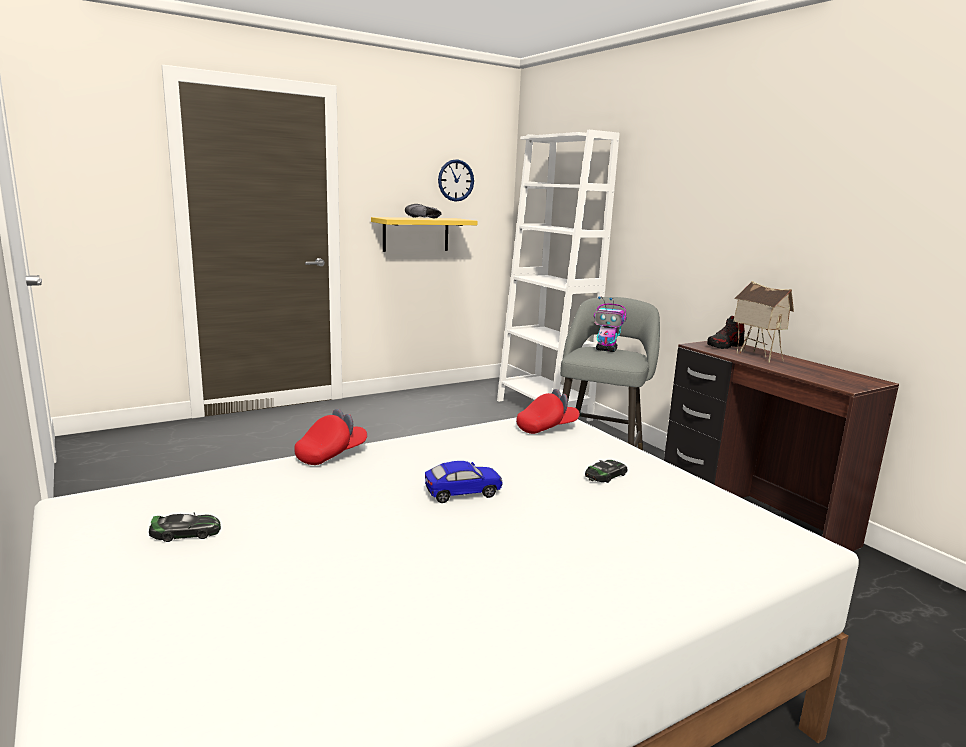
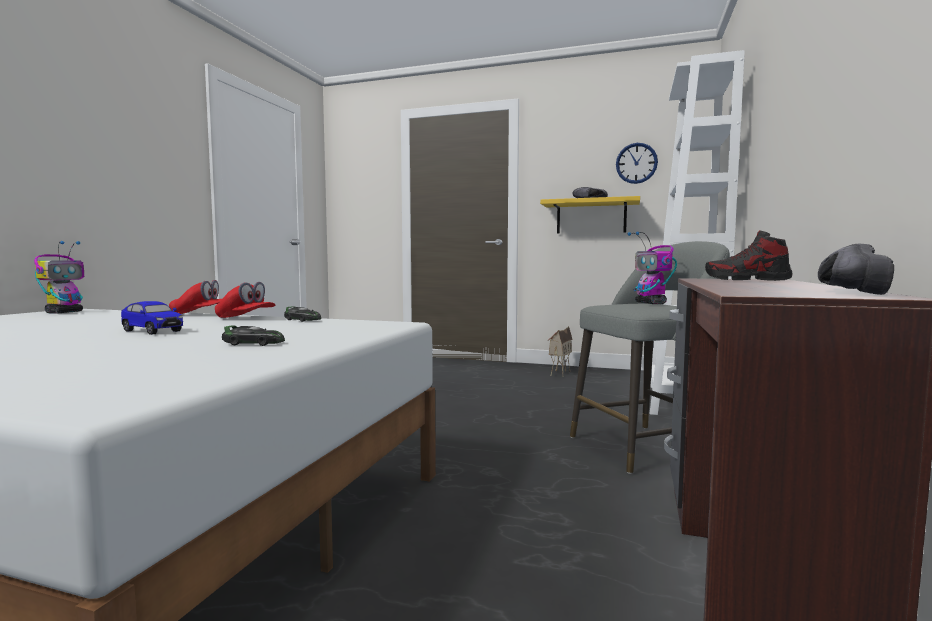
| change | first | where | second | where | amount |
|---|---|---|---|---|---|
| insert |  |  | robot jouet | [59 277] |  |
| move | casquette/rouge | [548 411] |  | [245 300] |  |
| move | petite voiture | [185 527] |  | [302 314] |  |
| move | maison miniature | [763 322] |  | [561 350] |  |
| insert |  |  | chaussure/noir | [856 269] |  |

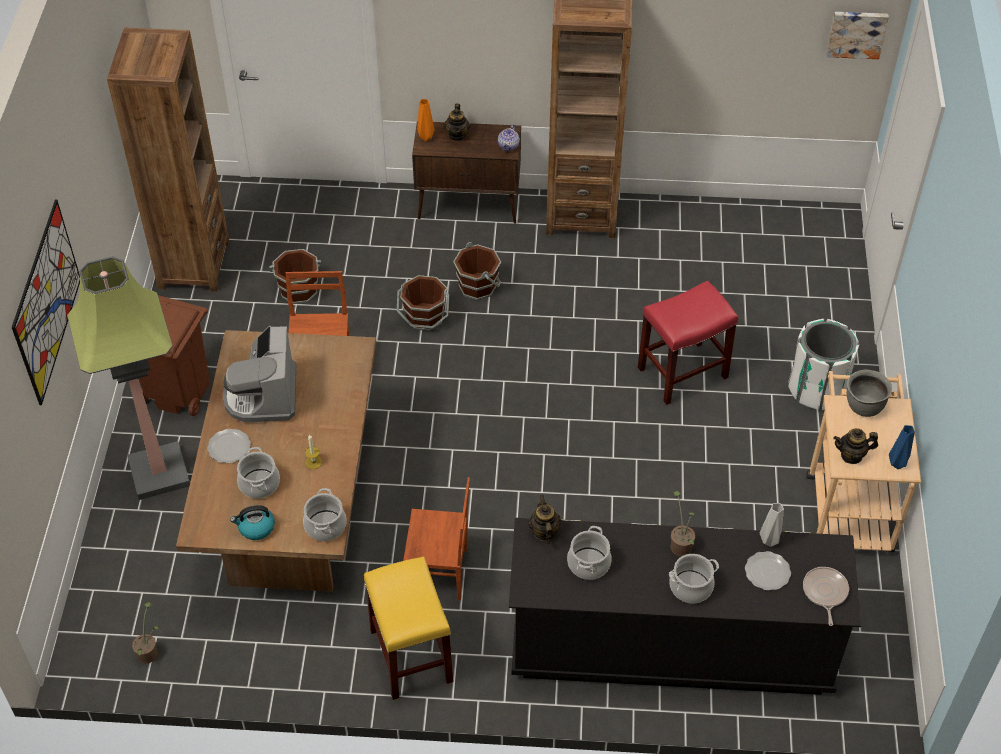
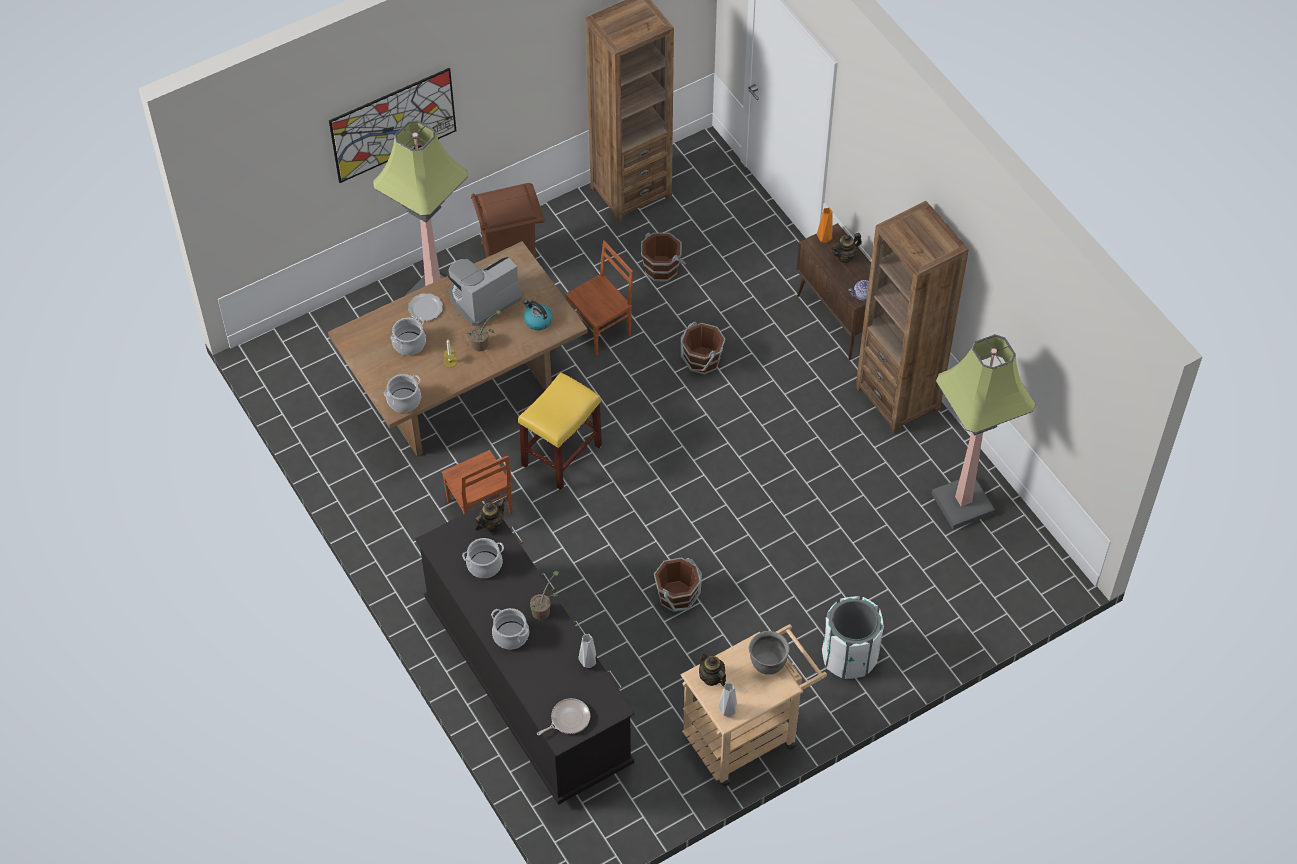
| change | first | where | second | where | amount |
|---|---|---|---|---|---|
| move | plante en pot | [146 632] |  | [484 330] |  |
| move | tabouret/jaune | [408 628] |  | [560 431] |  |
| move | bouilloire | [252 522] |  | [538 315] |  |
| move | seau/marron | [477 271] |  | [678 585] |  |
| recolor | vase/bleu | [902 447] | vase/gris | [727 700] |  |
| insert |  |  | lampadaire | [983 432] |  |
| delete | tabouret/rouge | [688 342] |  |  |  |
| delete | assiette | [768 571] |  |  |  |
| delete | tableau | [857 35] |  |  |  |

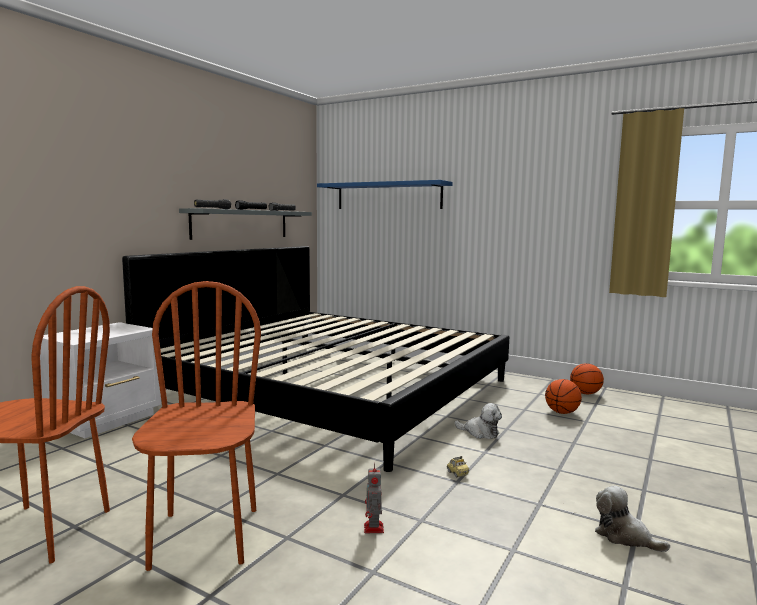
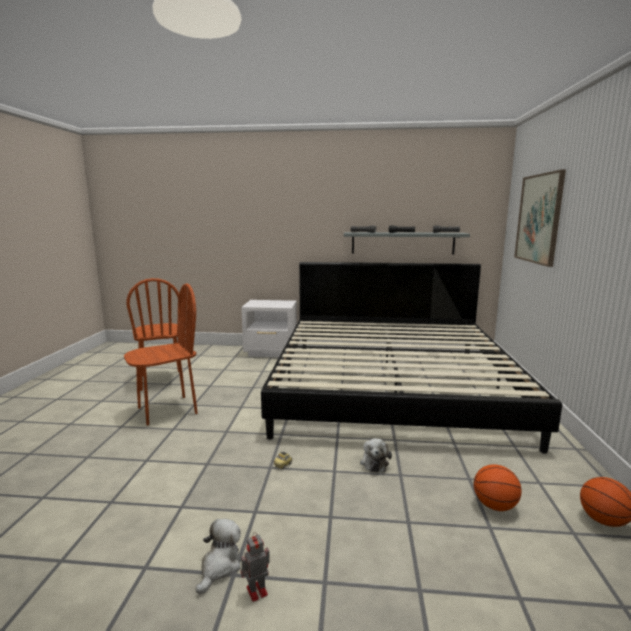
| change | first | where | second | where | amount |
|---|---|---|---|---|---|
| move | robot jouet | [374 498] |  | [255 567] |  |
| replace | étagère/bleu | [385 194] | tableau | [540 218] |  |

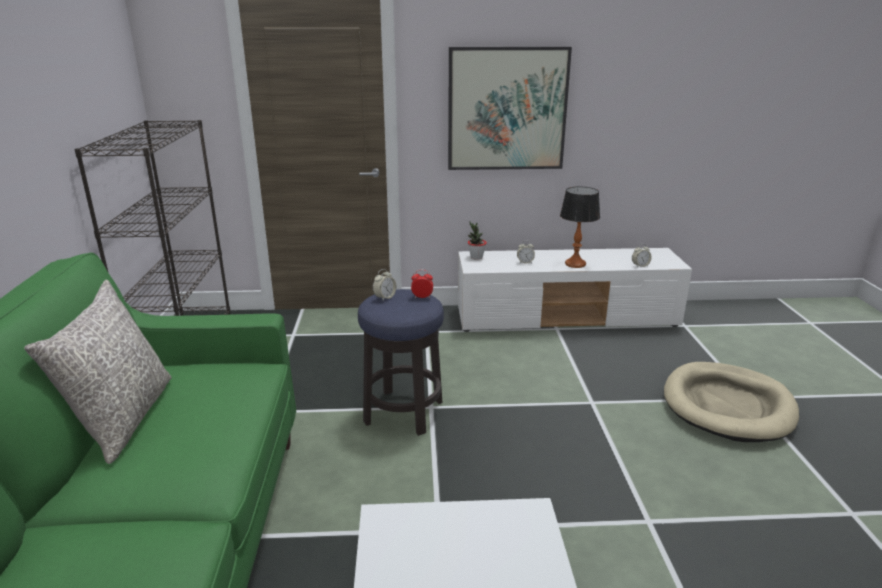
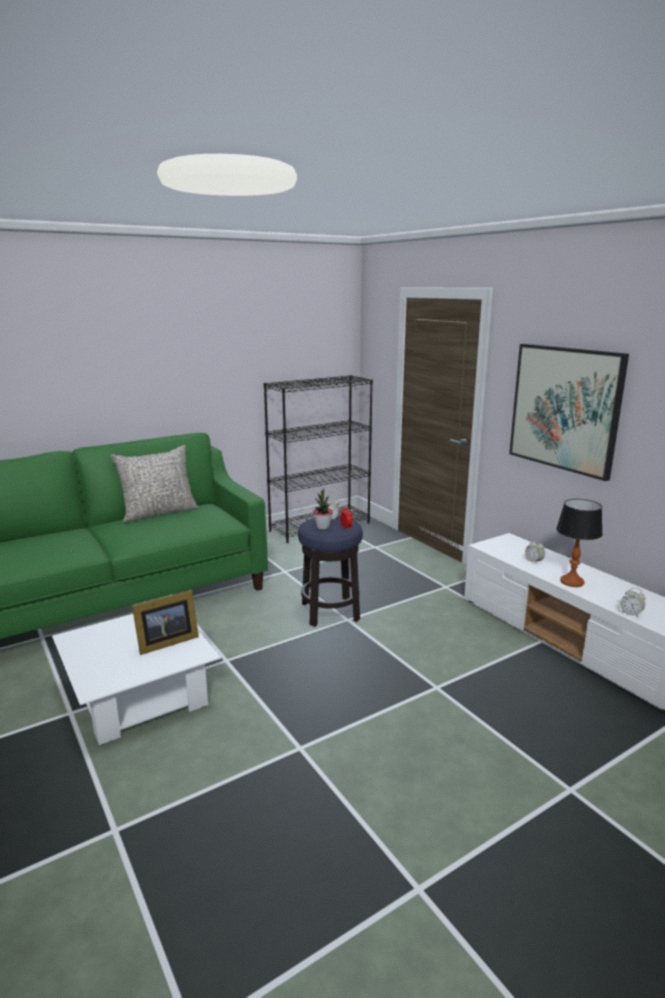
| change | first | where | second | where | amount |
|---|---|---|---|---|---|
| insert |  |  | cadre photo | [165 622] |  |
| move | plante en pot | [477 241] |  | [323 508] |  |
| delete | panier pour chien/beige | [731 402] |  |  |  |

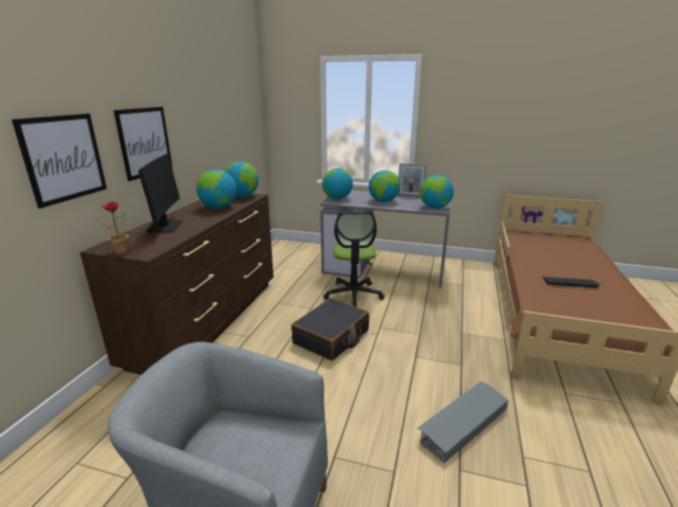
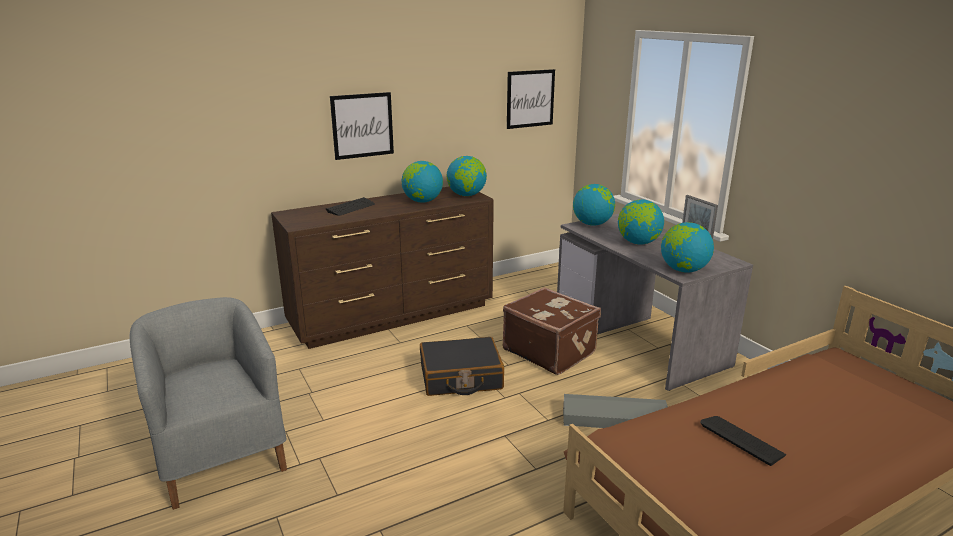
| change | first | where | second | where | amount |
|---|---|---|---|---|---|
| replace | écran d'ordinateur | [160 193] | clavier | [350 206] |  |
| replace | chaise de bureau | [354 259] | valise/marron | [552 331] |  |
| move | tableau | [59 161] |  | [531 99] |  |
| move | boîte de rangement/gris | [463 422] |  | [615 411] |  |
| delete | plante en pot | [111 228] |  |  |  |

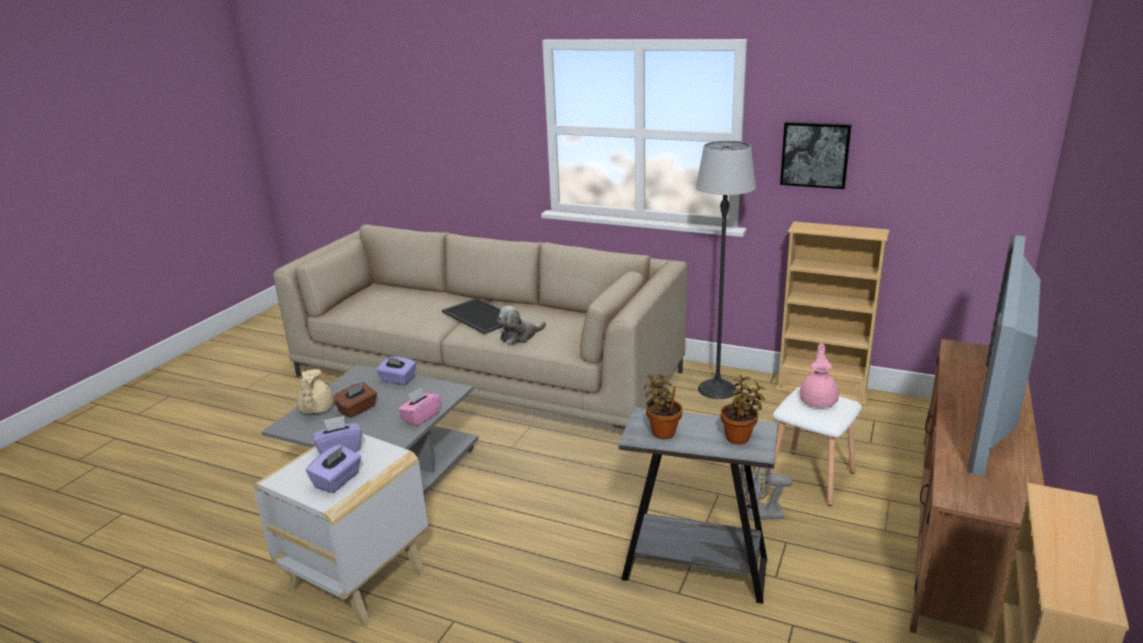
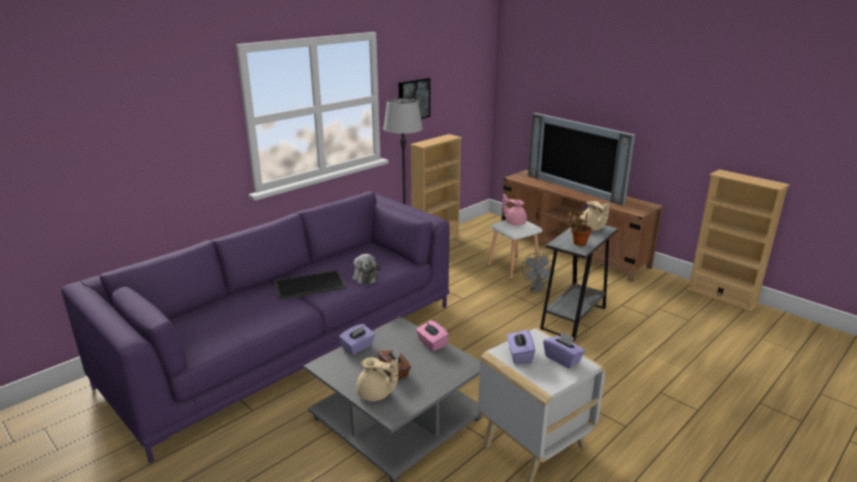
| change | first | where | second | where | amount |
|---|---|---|---|---|---|
| recolor | canapé/beige | [480 327] | canapé/violet | [255 327] |  |
| replace | plante en pot | [743 409] | théière/beige | [594 216] |  |

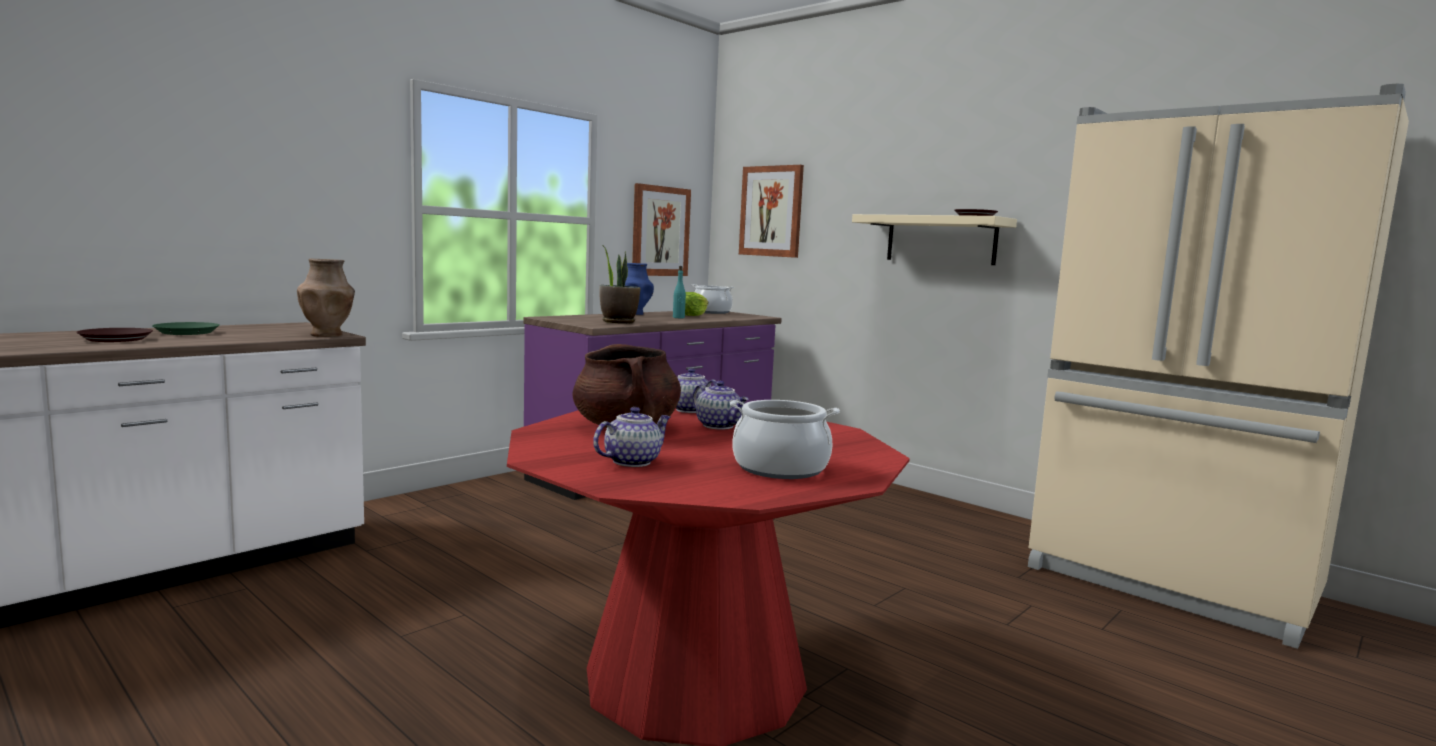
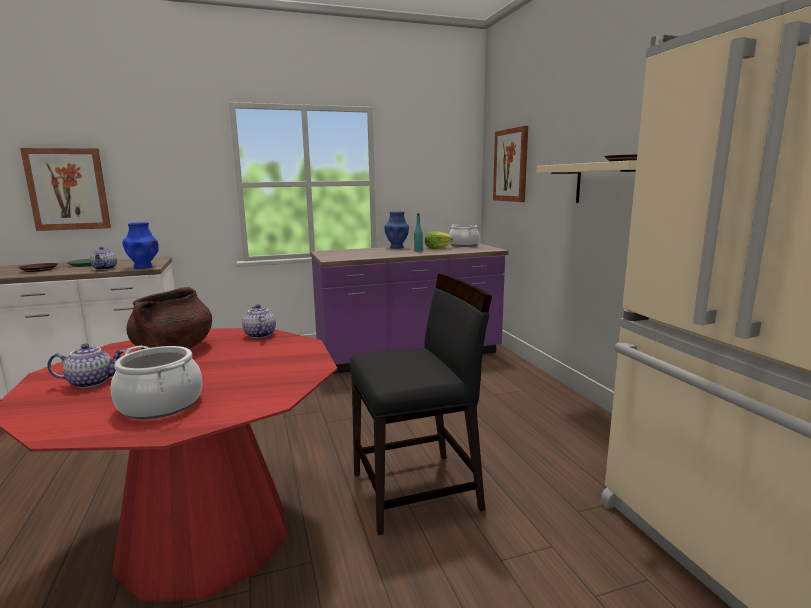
| change | first | where | second | where | amount |
|---|---|---|---|---|---|
| move | tableau | [661 229] |  | [65 189] |  |
| move | théière | [720 405] |  | [103 258] |  |
| recolor | vase/marron | [326 298] | vase/bleu | [140 245] |  |
| insert |  |  | chaise/noir | [421 404] |  |
| delete | plante en pot | [619 285] |  |  |  |

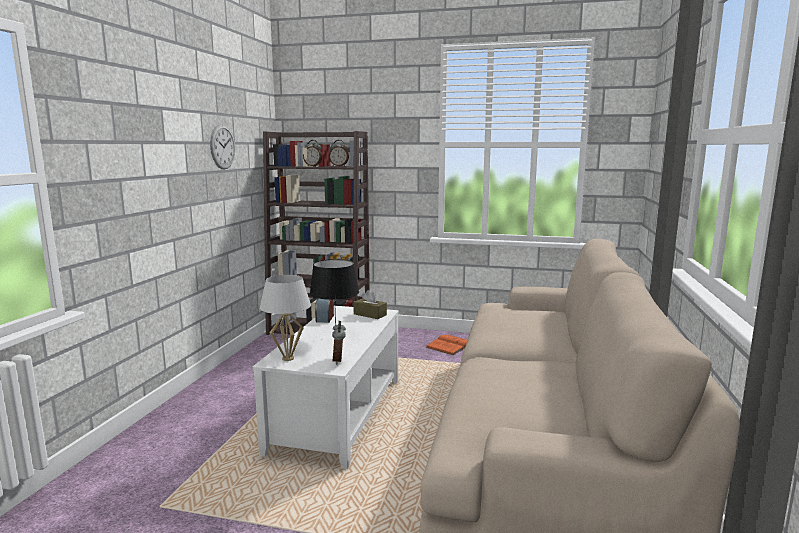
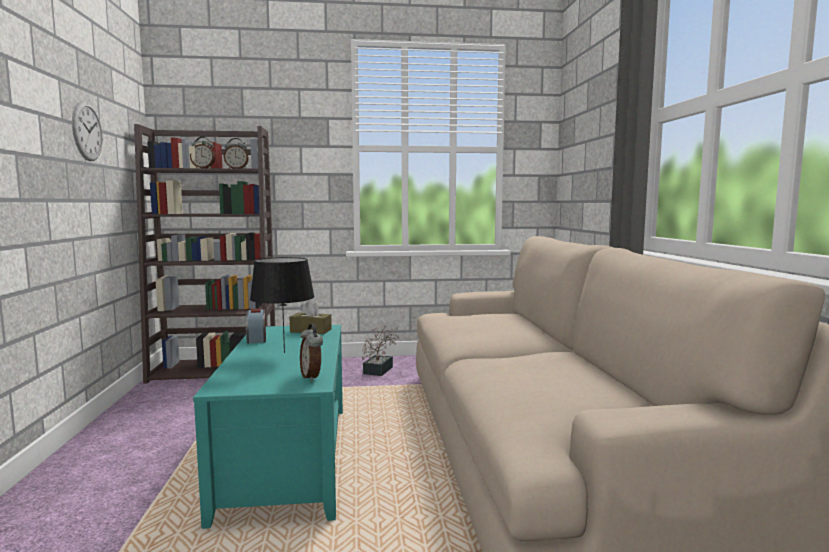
| change | first | where | second | where | amount |
|---|---|---|---|---|---|
| recolor | table basse/blanc | [326 387] | table basse/turquoise | [268 427] |  |
| replace | livre/orange | [446 345] | plante en pot | [380 350] |  |
| delete | lampe de table/blanc | [285 318] |  |  |  |

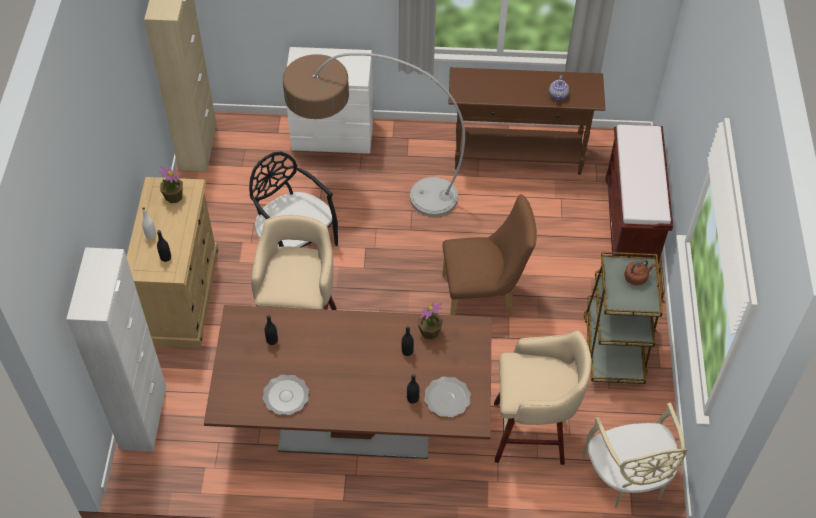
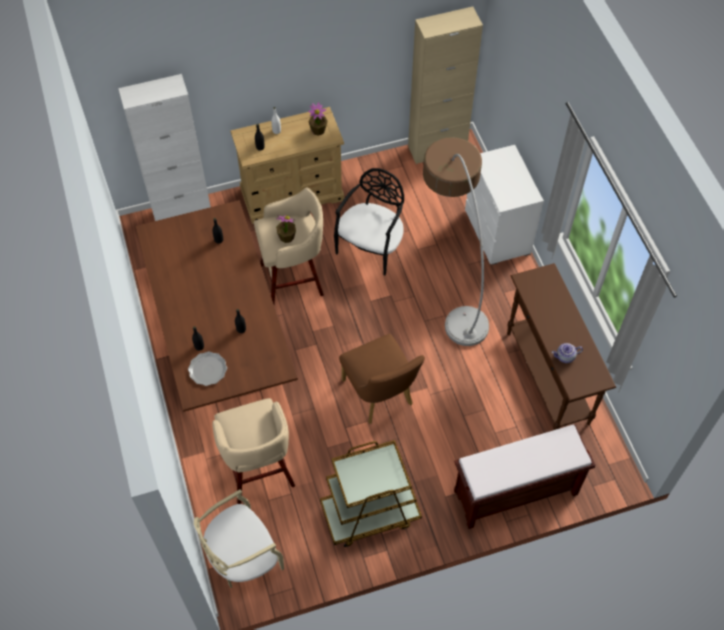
| change | first | where | second | where | amount |
|---|---|---|---|---|---|
| move | plante en pot | [430 321] |  | [286 229] |  |
| delete | assiette | [285 395] |  |  |  |
| delete | bouilloire/marron | [640 272] |  |  |  |

